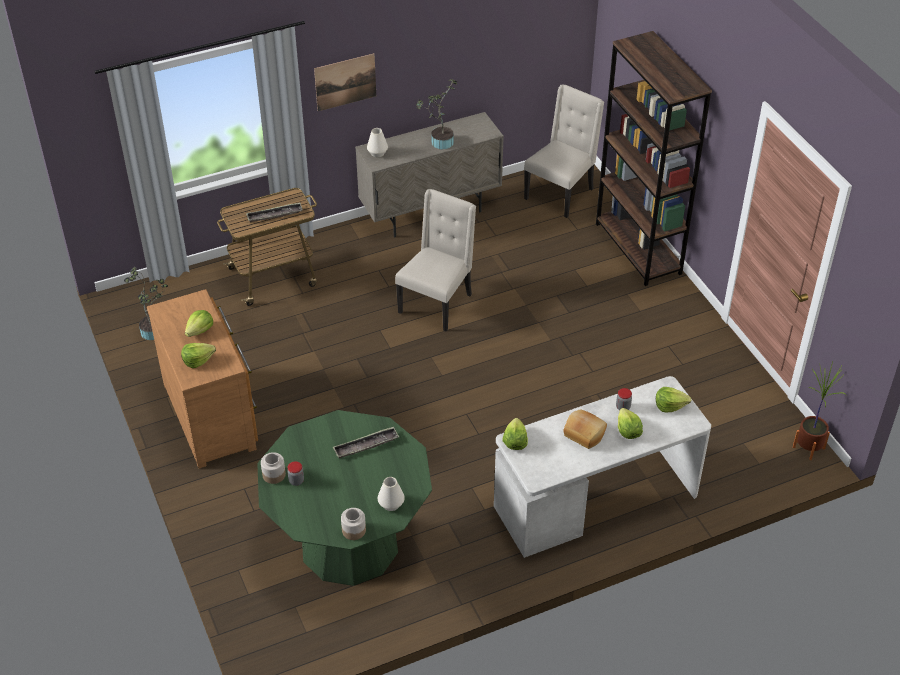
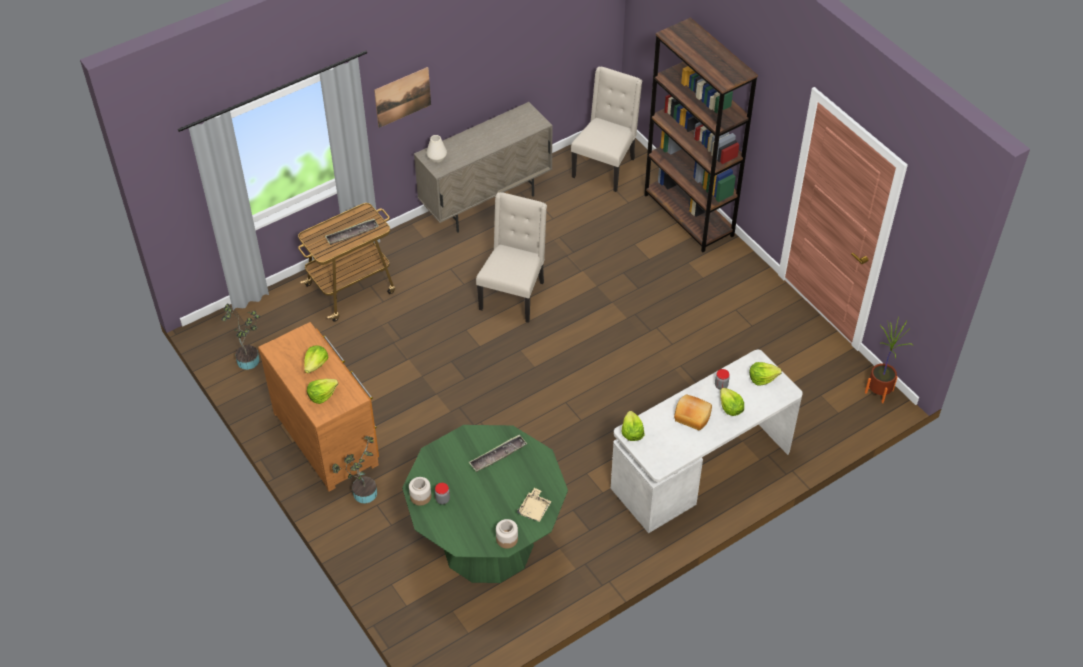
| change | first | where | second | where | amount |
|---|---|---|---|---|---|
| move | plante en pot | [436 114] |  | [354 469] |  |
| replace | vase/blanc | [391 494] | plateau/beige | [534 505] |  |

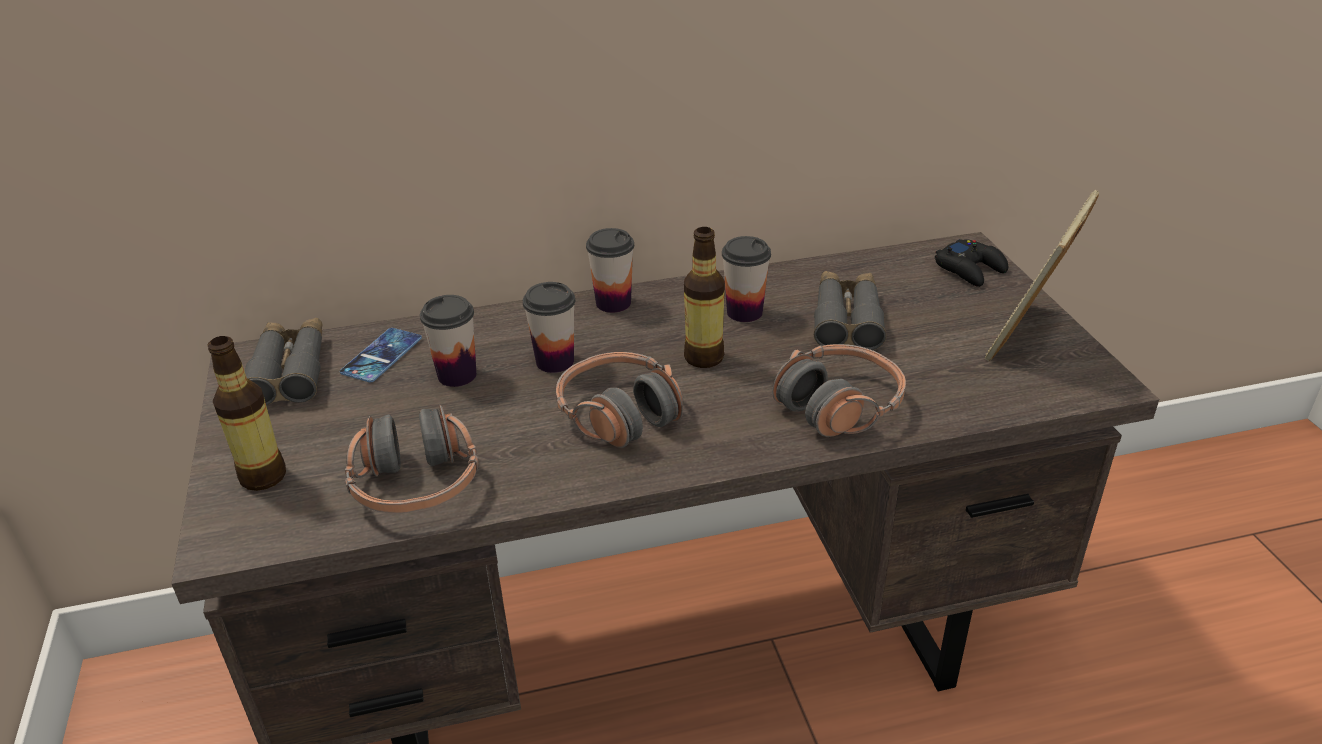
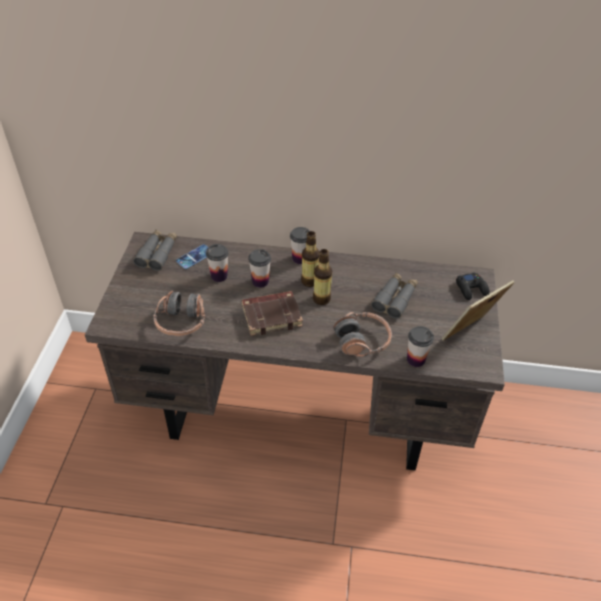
| change | first | where | second | where | amount |
|---|---|---|---|---|---|
| replace | casque audio | [619 400] | livre/marron | [272 313] |  |
| move | bouteille | [246 413] |  | [310 259] |  |
| move | tasse | [746 279] |  | [420 346] |  |

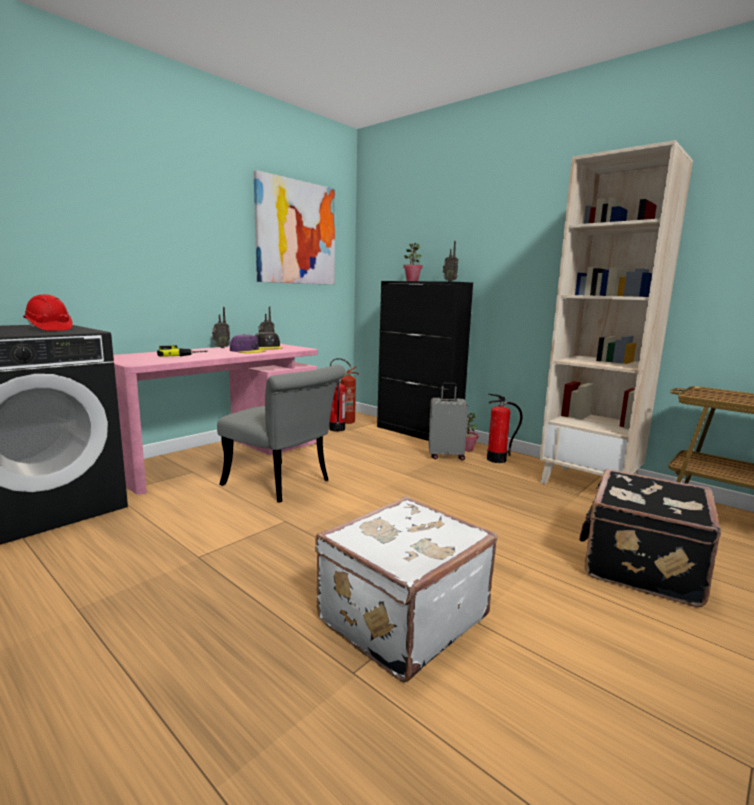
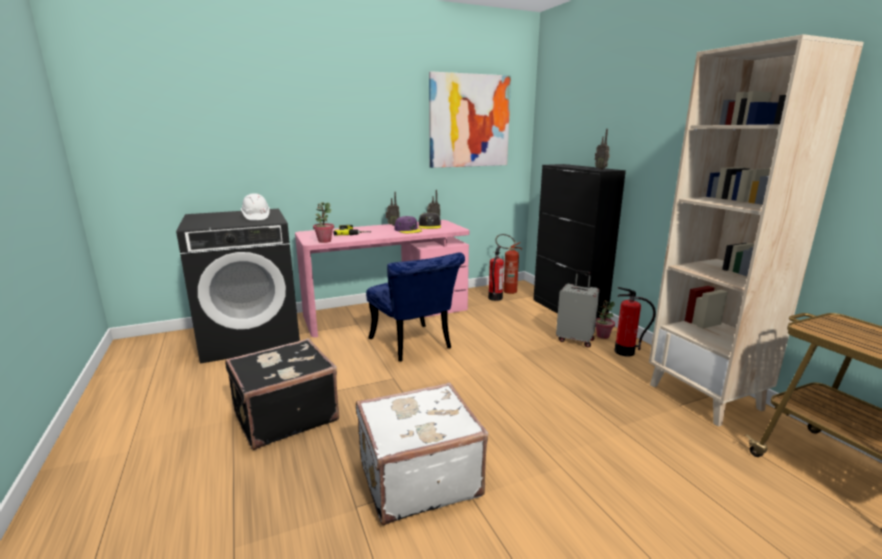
| change | first | where | second | where | amount |
|---|---|---|---|---|---|
| move | valise/noir | [650 538] |  | [282 394] |  |
| recolor | casque de chantier/rouge | [48 312] | casque de chantier/blanc | [255 206] |  |
| move | plante en pot | [413 262] |  | [323 222] |  |
| recolor | chaise/gris | [281 434] | chaise/bleu | [415 307] |  |

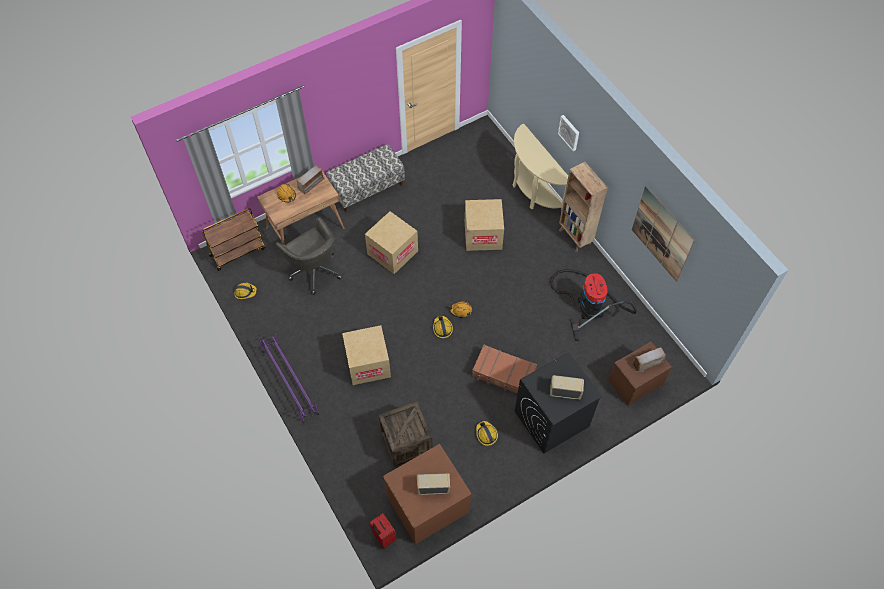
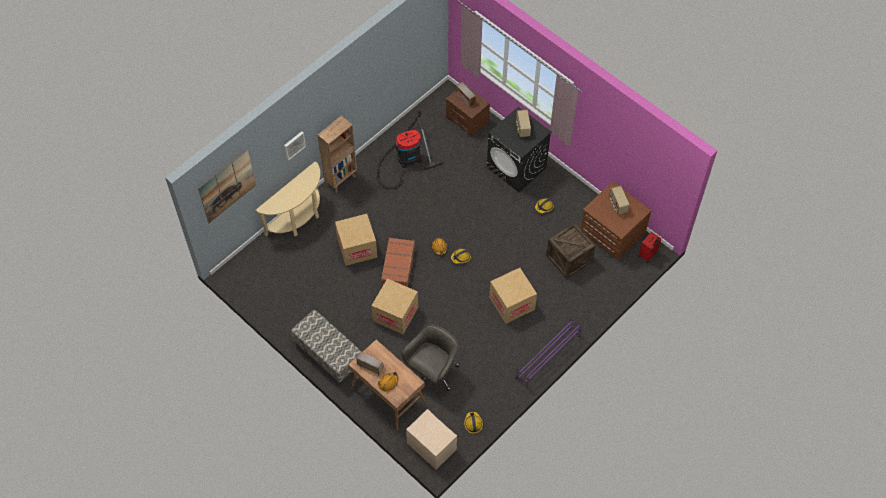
| change | first | where | second | where | amount |
|---|---|---|---|---|---|
| move | tableau | [663 234] |  | [227 186] |  |
| move | valise/marron | [504 369] |  | [398 262] |  |
| replace | chariot/marron | [233 239] | table de chevet/beige | [431 439] |  |

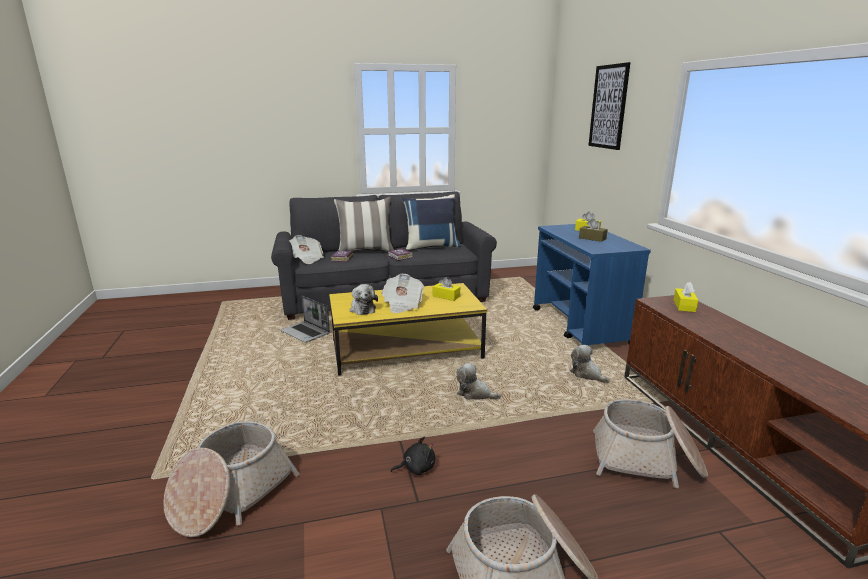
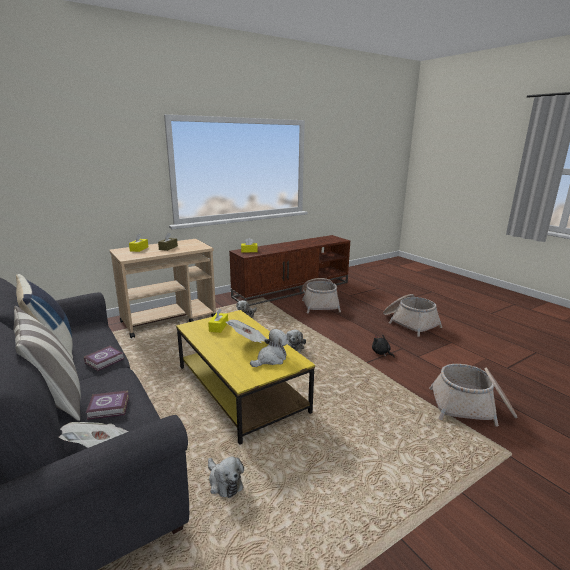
| change | first | where | second | where | amount |
|---|---|---|---|---|---|
| recolor | chariot/bleu | [592 284] | chariot/beige | [162 288] |  |
| replace | ordinateur portable | [305 319] | peluche | [226 477] |  |
| delete | tableau | [609 106] |  |  |  |

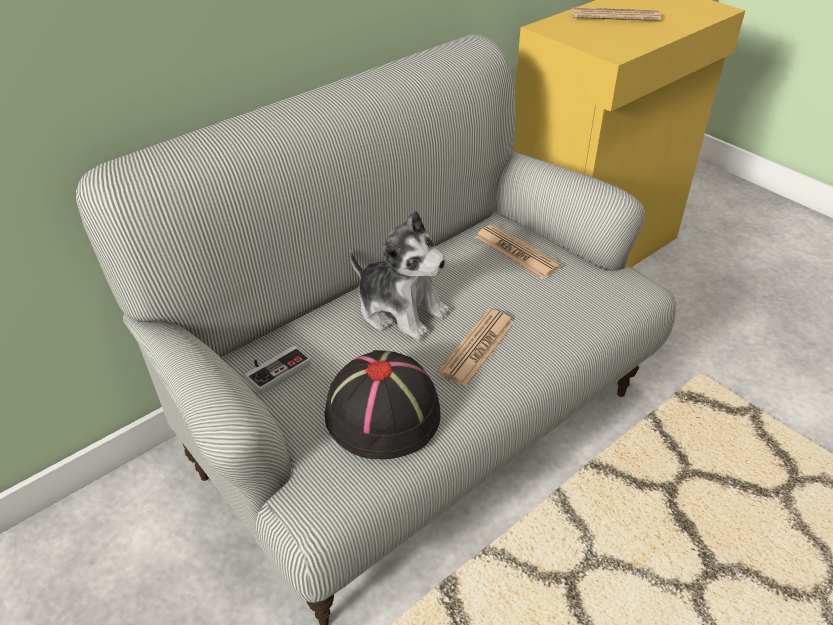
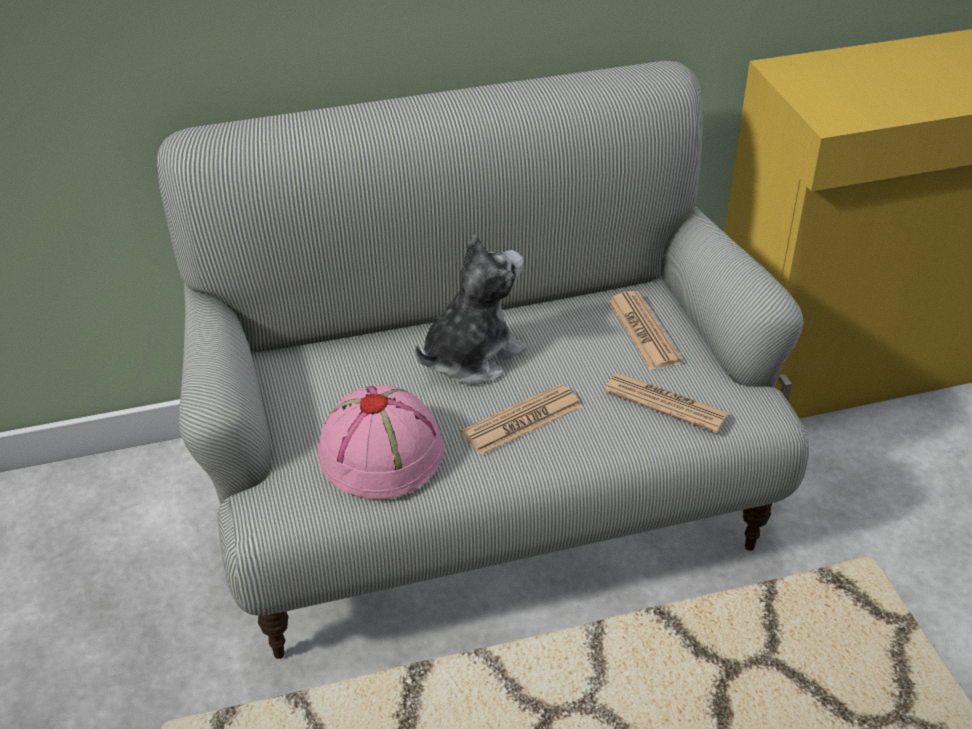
| change | first | where | second | where | amount |
|---|---|---|---|---|---|
| recolor | chapeau/noir | [382 404] | chapeau/rose | [381 441] |  |
| rotate | peluche | [400 275] |  | [470 309] | 105 degrees counterclockwise |
| move | journal | [616 14] |  | [666 403] |  |
| delete | manette | [277 370] |  |  |  |

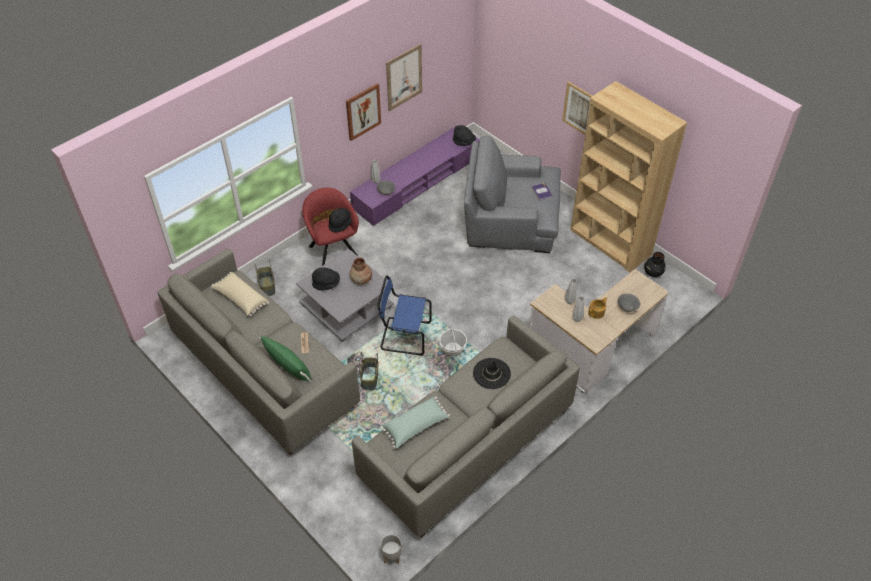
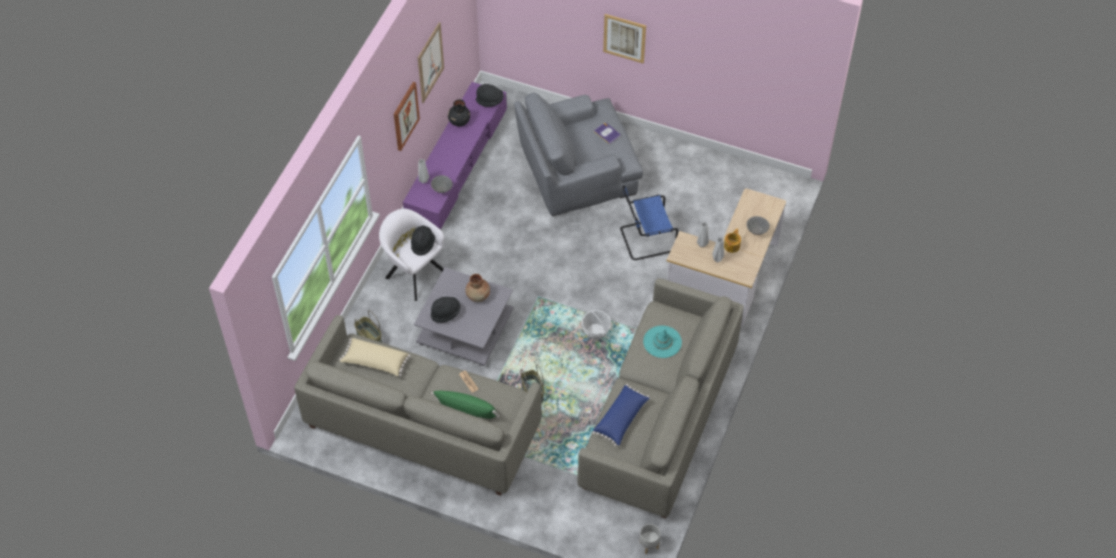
| change | first | where | second | where | amount |
|---|---|---|---|---|---|
| recolor | fauteuil/rouge | [330 227] | fauteuil/blanc | [411 255] |  |
| move | vase/noir | [655 264] |  | [459 112] |  |
| recolor | coussin/vert | [415 422] | coussin/bleu | [621 415] |  |
| move | chaise/bleu | [404 315] |  | [649 222] |  |
| recolor | chapeau/noir | [492 373] | chapeau/turquoise | [662 342] |  |
| delete | bibliothèque/marron | [628 177] |  |  |  |

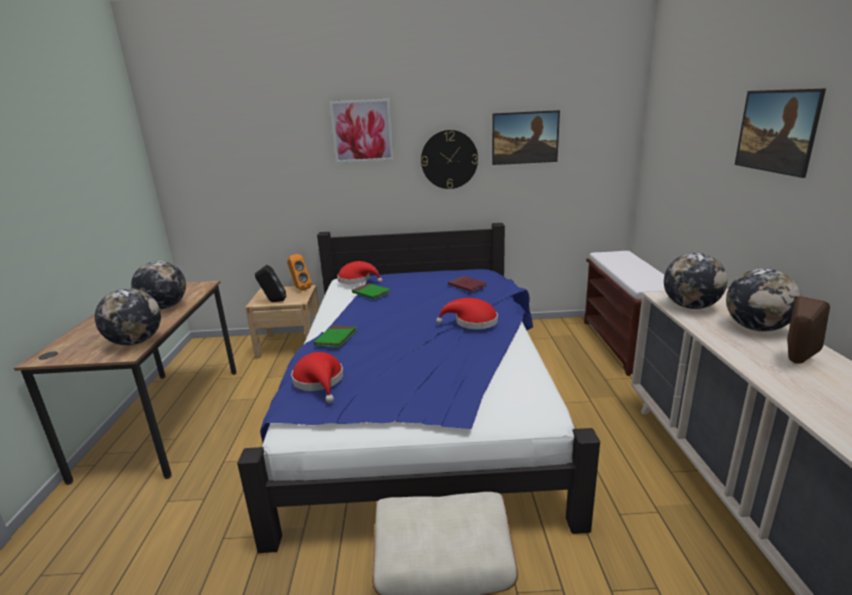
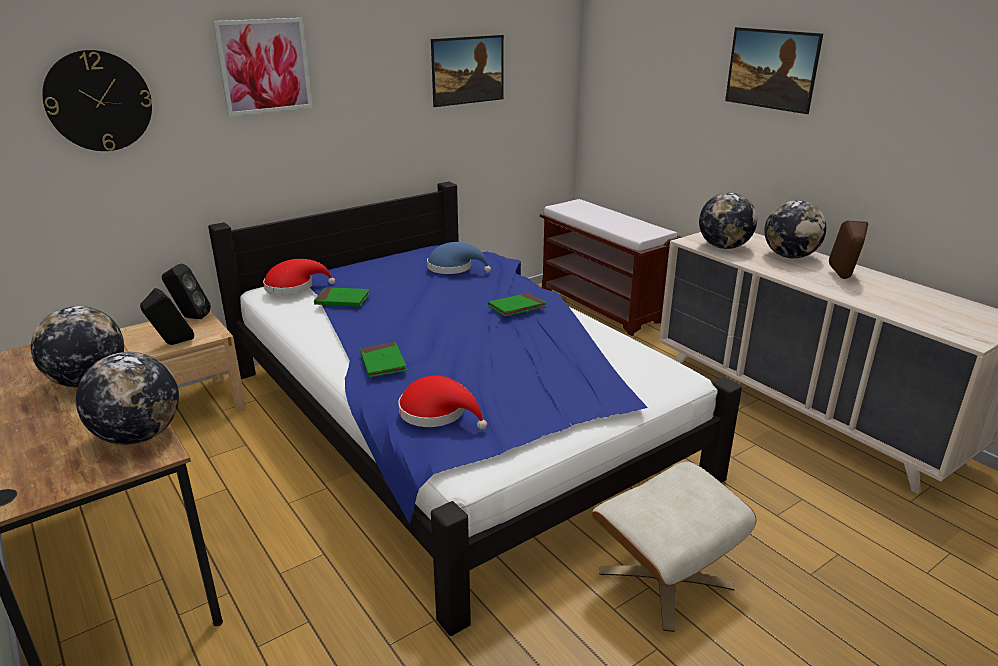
| change | first | where | second | where | amount |
|---|---|---|---|---|---|
| move | horloge murale | [449 159] |  | [97 100] |  |
| recolor | enceinte/orange | [299 272] | enceinte/noir | [186 291] |  |
| replace | livre/rouge | [467 284] | chapeau/bleu | [459 258] |  |
| replace | chapeau/rouge | [467 313] | livre/vert | [517 304] |  |

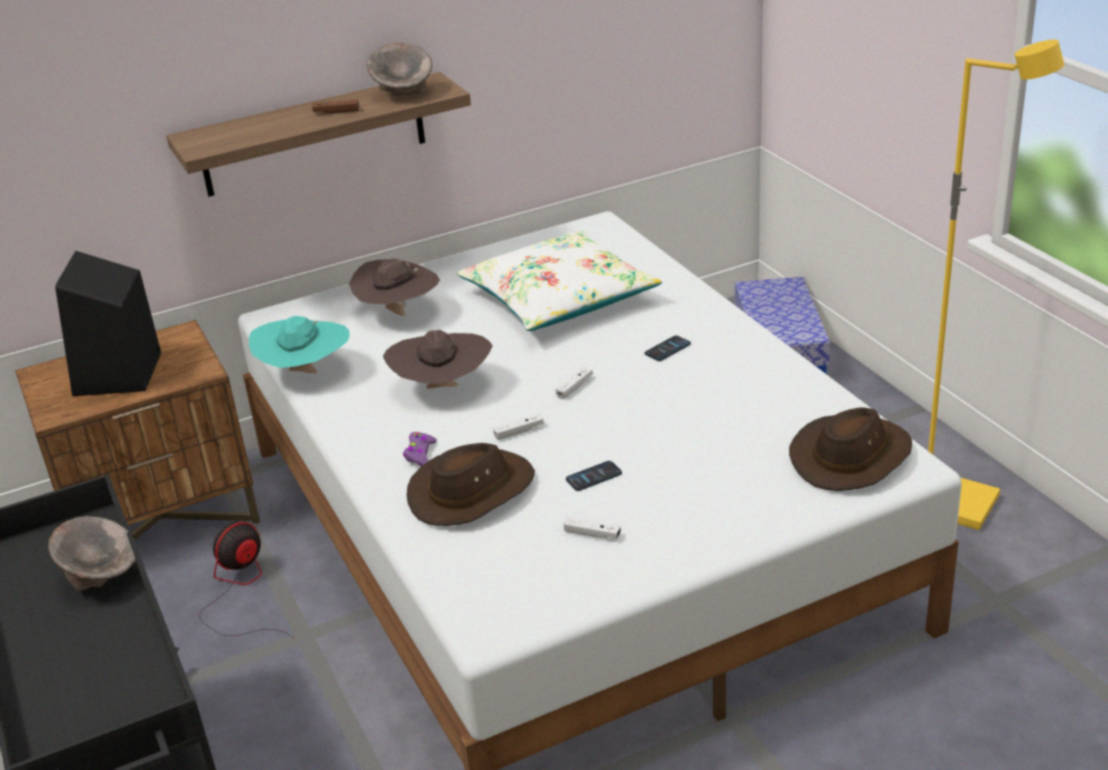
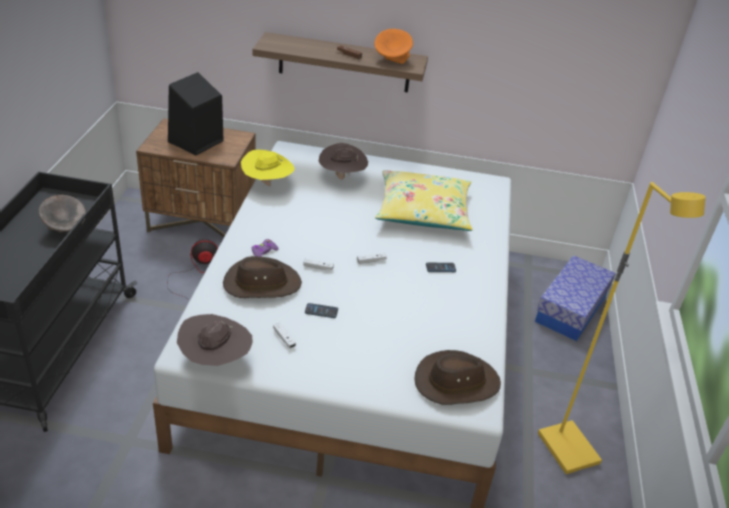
| change | first | where | second | where | amount |
|---|---|---|---|---|---|
| move | chapeau/marron | [438 359] |  | [215 340] |  |
| recolor | chapeau/turquoise | [299 344] | chapeau/jaune | [268 168] |  |
| recolor | bol/gris | [399 69] | bol/orange | [393 46] |  |
| recolor | coussin/blanc | [559 281] | coussin/jaune | [424 200] |  |

